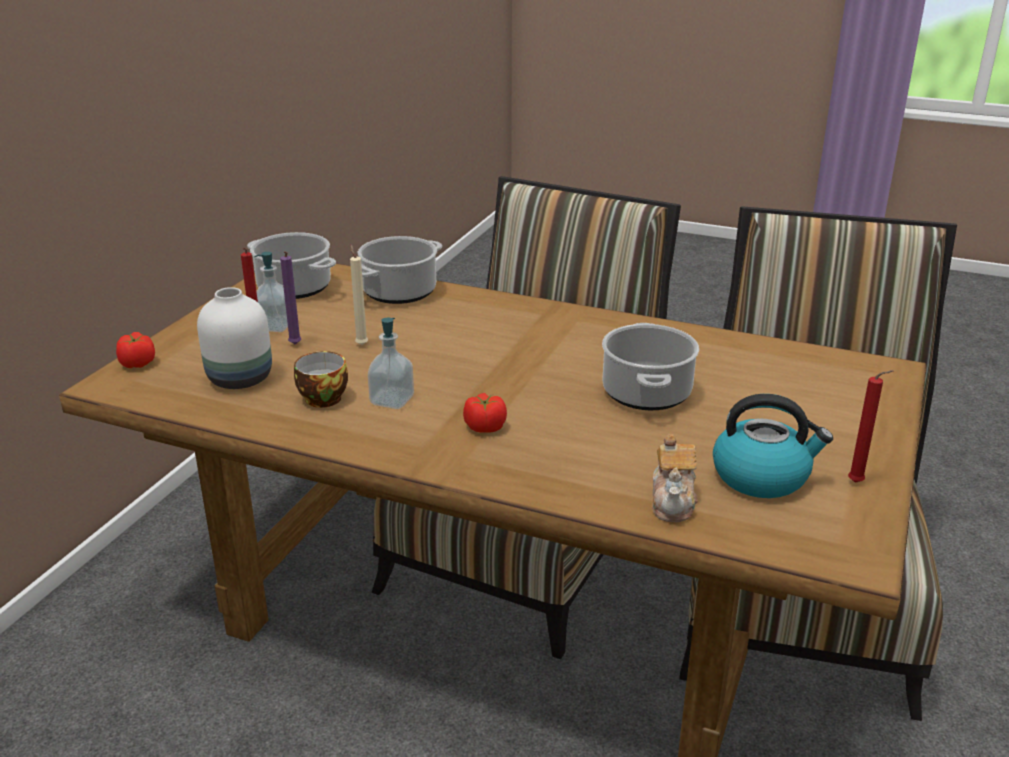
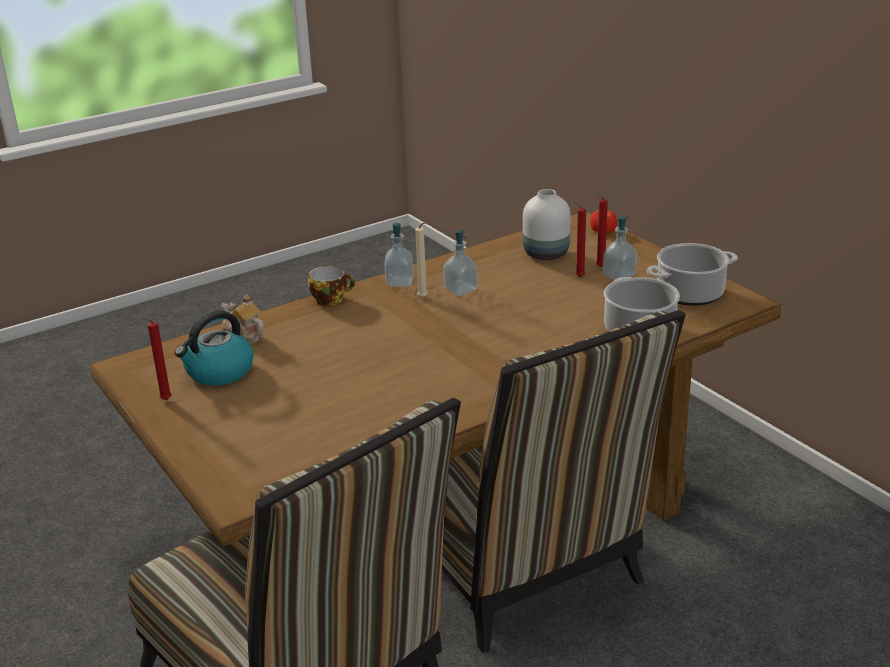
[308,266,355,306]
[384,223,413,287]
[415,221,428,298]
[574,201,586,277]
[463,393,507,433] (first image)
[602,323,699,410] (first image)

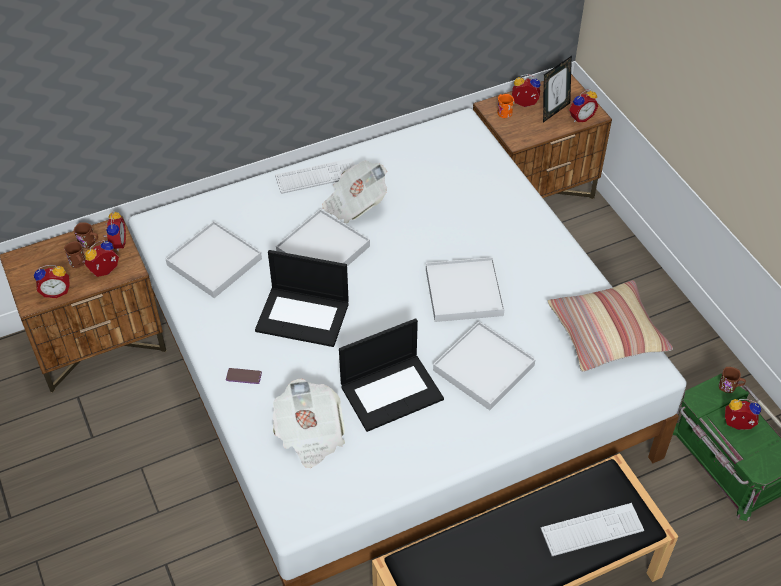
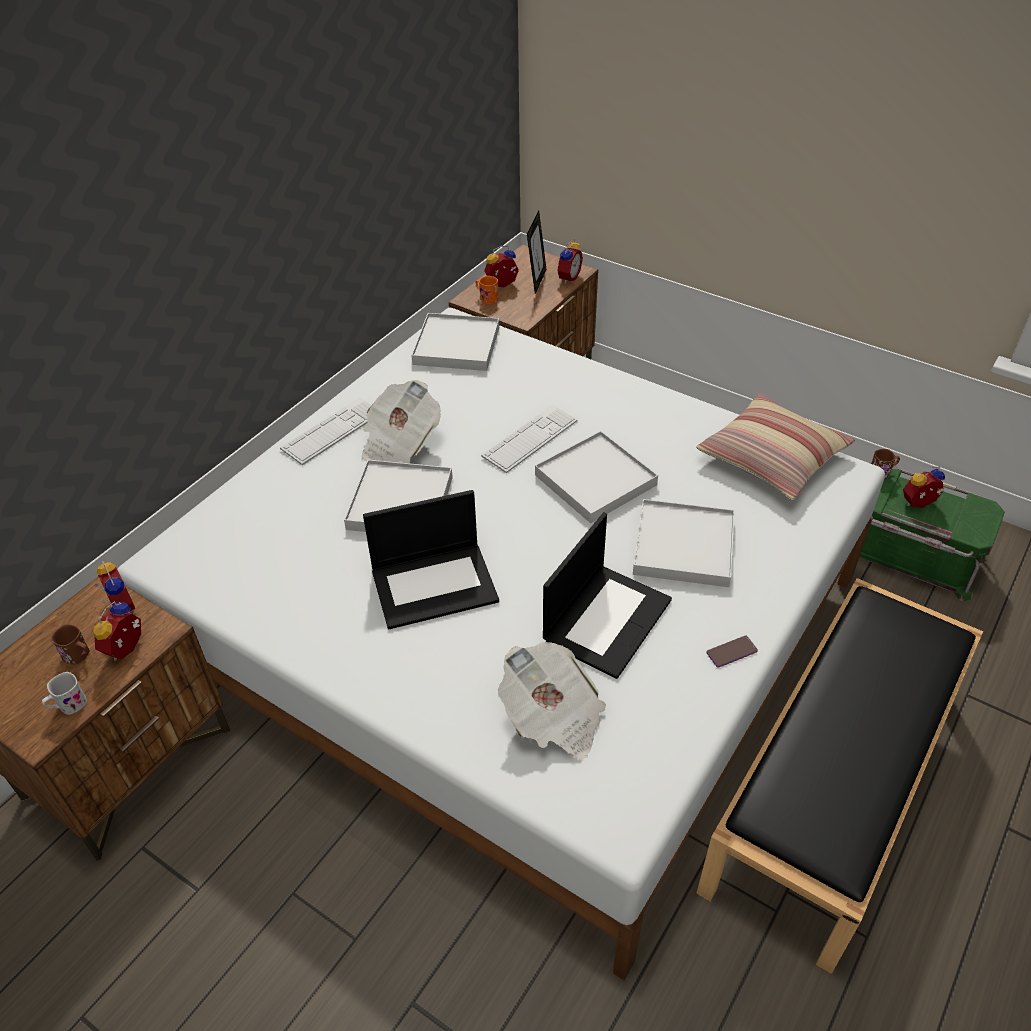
[42,672,87,715]
[411,313,499,371]
[481,404,578,473]
[706,636,758,668]
[74,222,98,248] (first image)

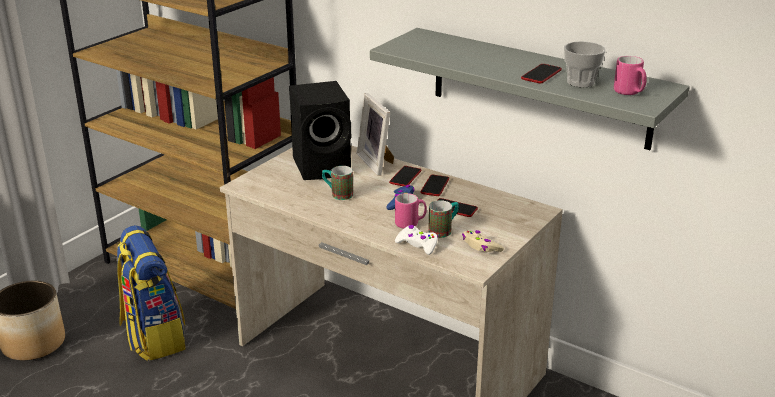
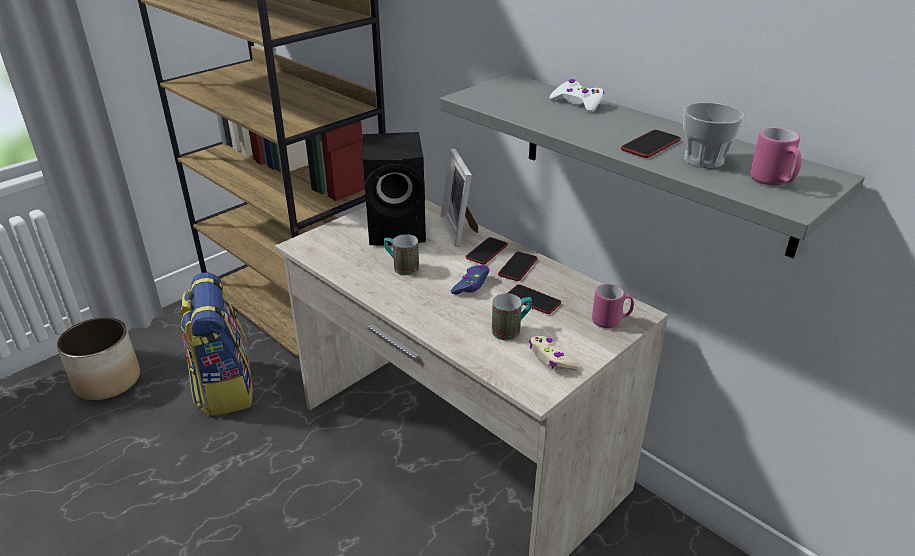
[550,79,604,112]
[592,284,634,328]

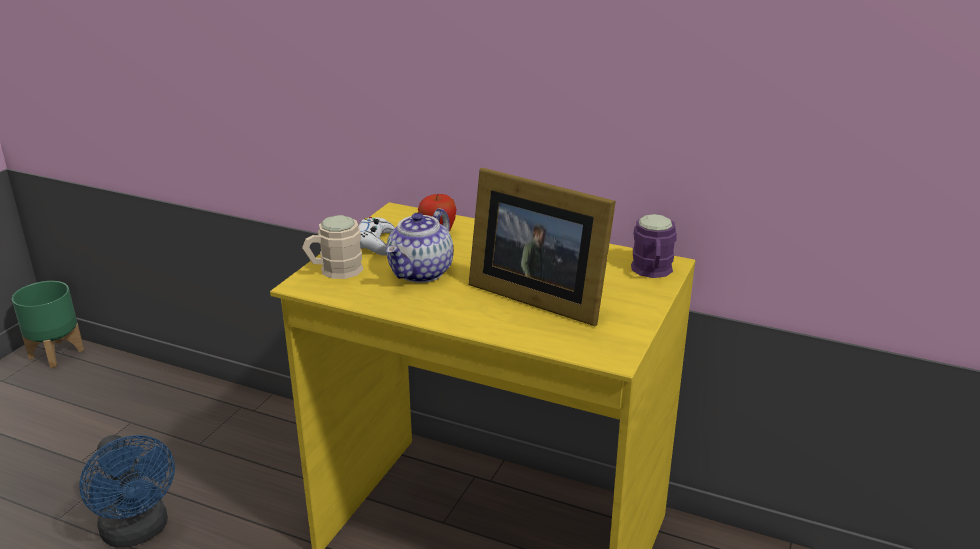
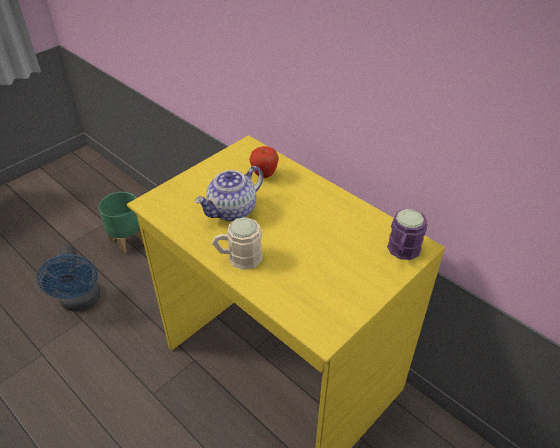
[98,192,144,254]
[212,217,263,270]
[359,217,395,255] (first image)
[469,168,616,326] (first image)

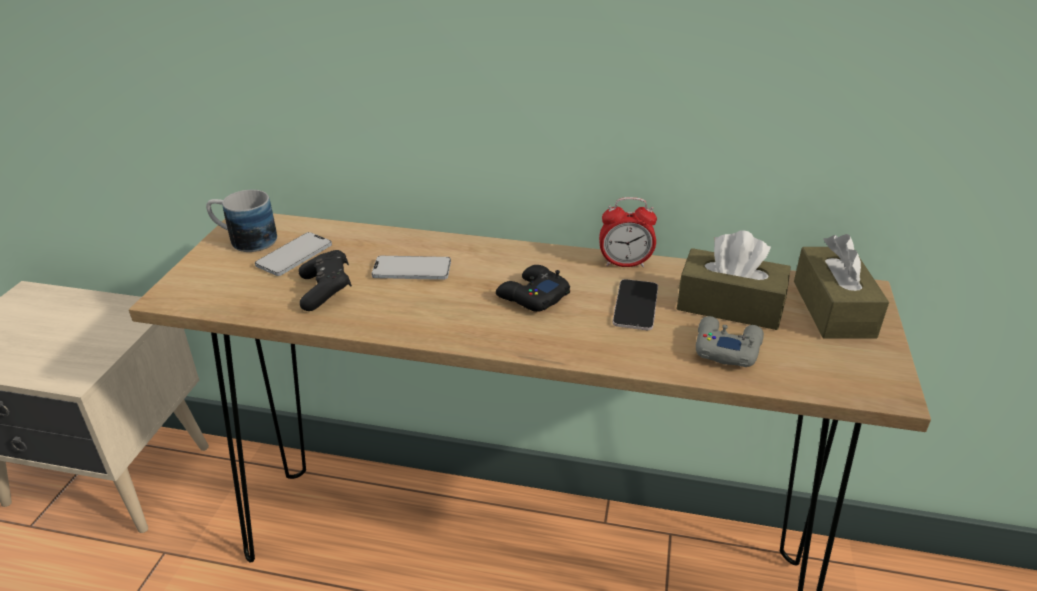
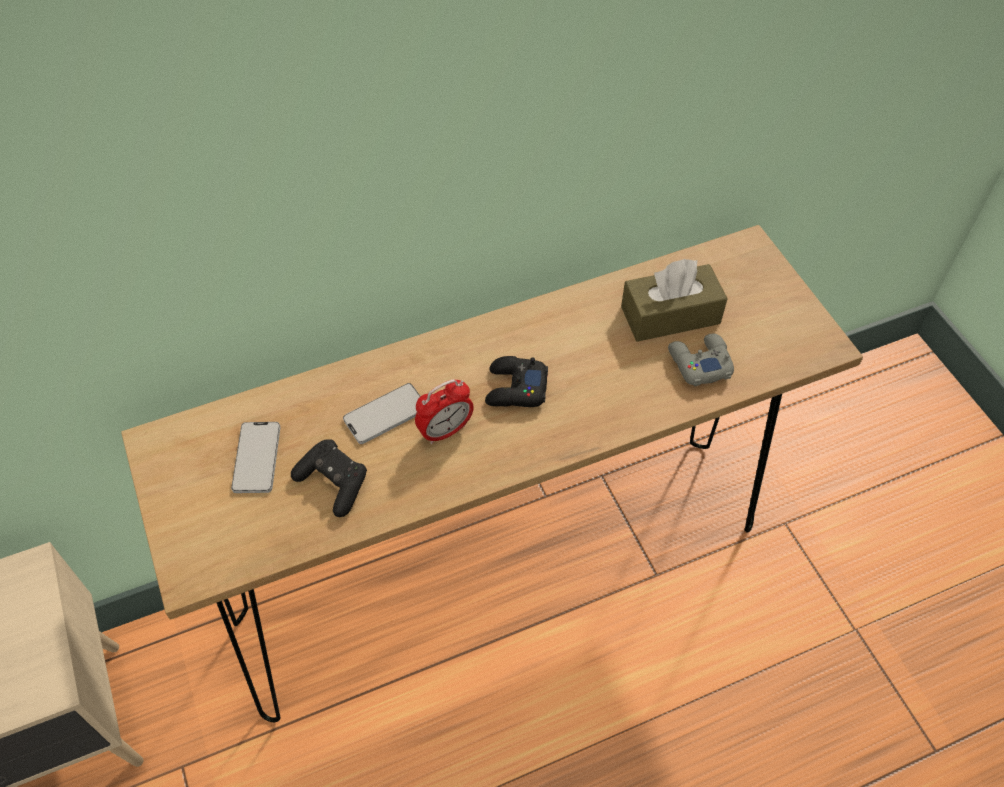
[415,379,474,444]
[206,190,277,252] (first image)
[612,279,658,330] (first image)
[794,234,889,339] (first image)

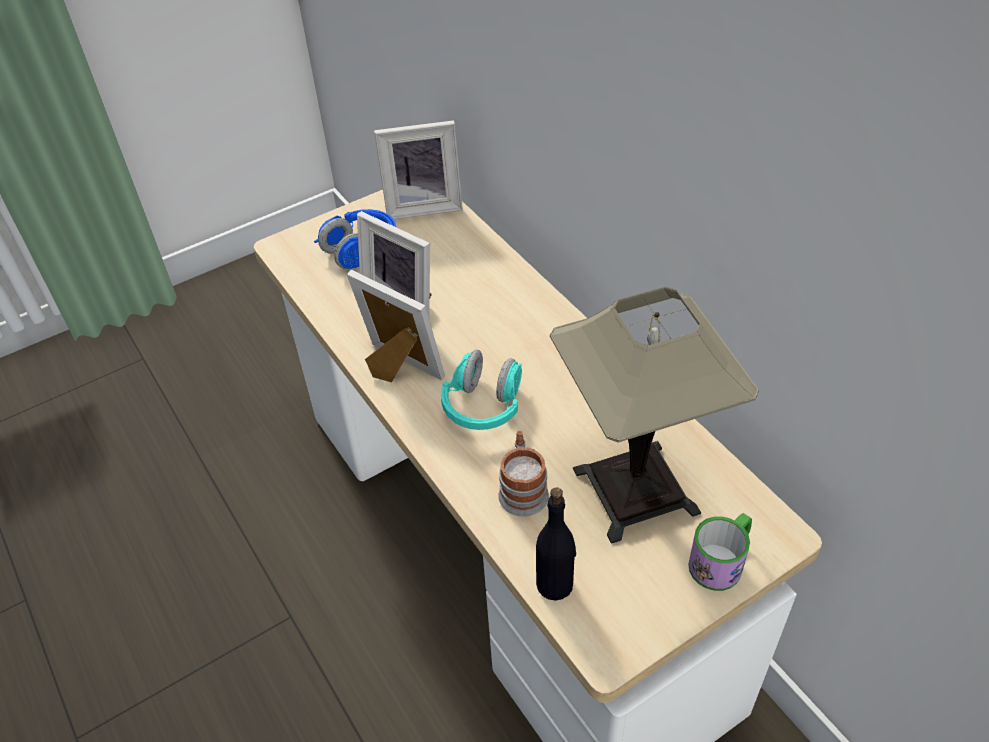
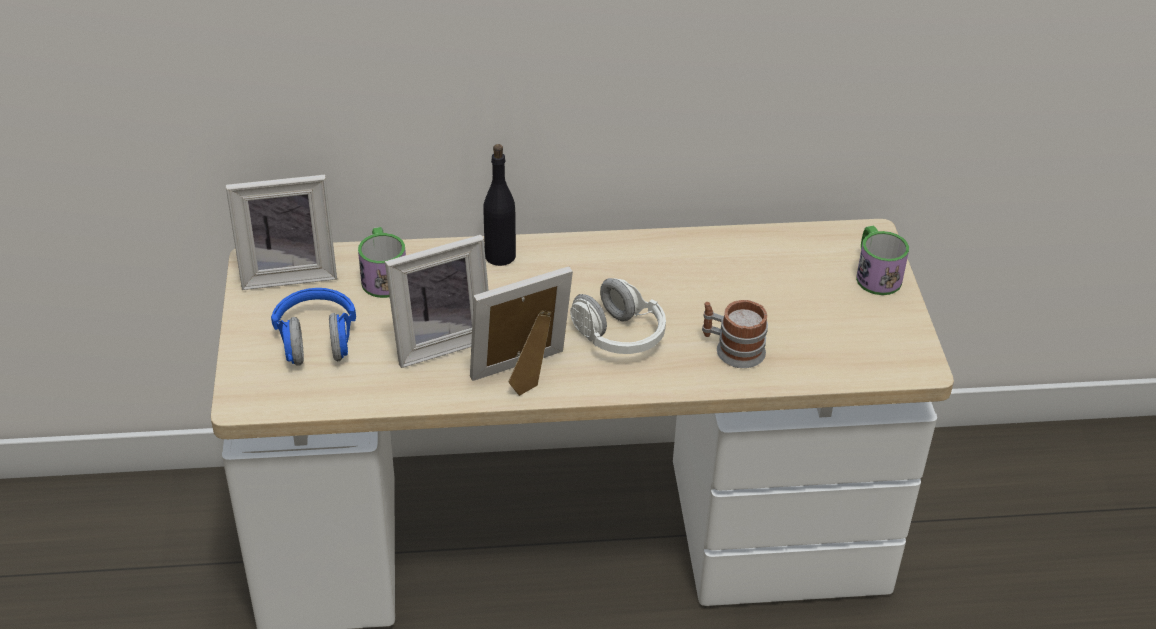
[226,175,337,290]
[358,227,406,298]
[483,144,516,266]
[570,278,666,354]
[550,287,759,544] (first image)

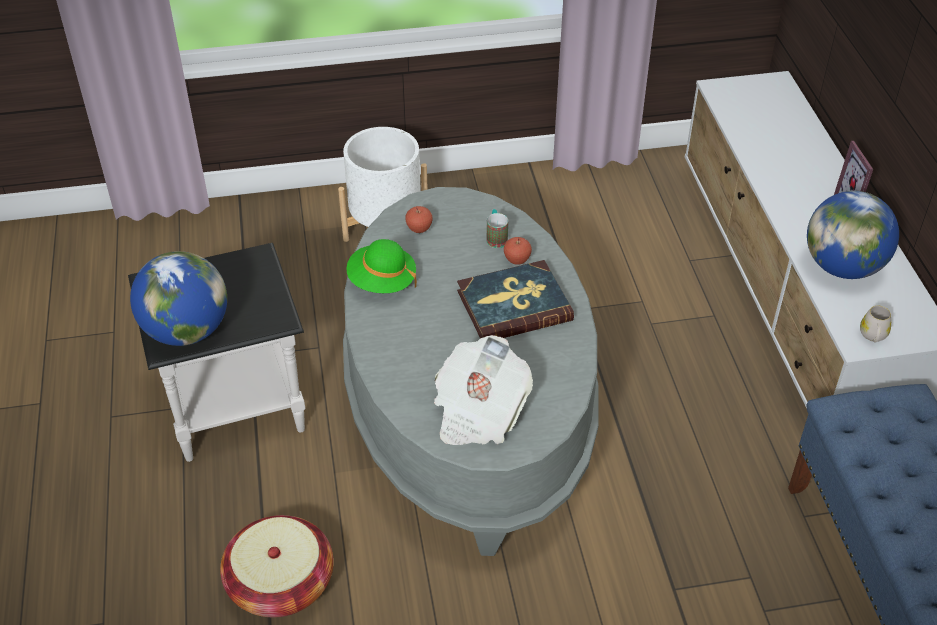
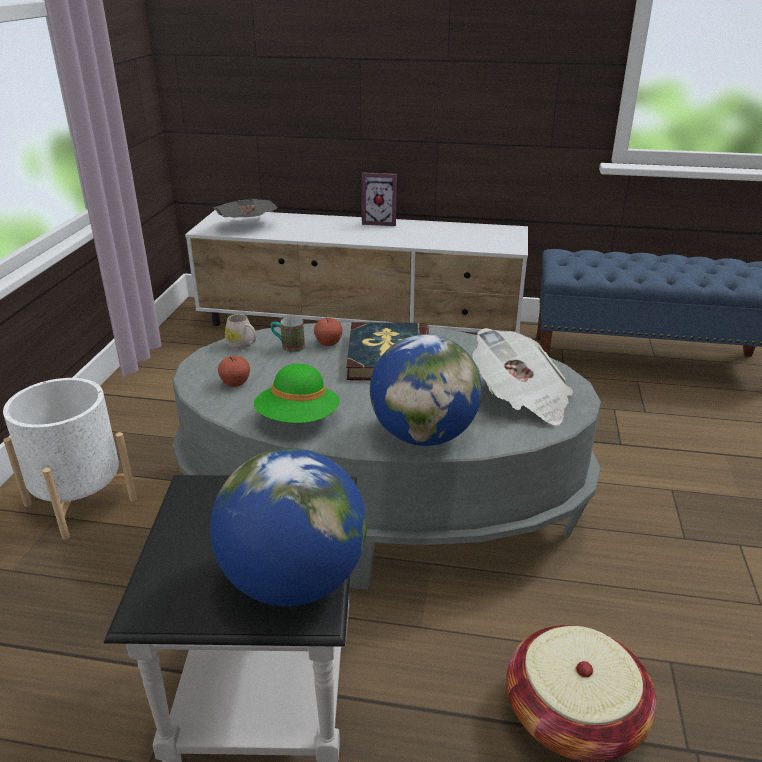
[213,199,278,218]
[225,314,256,349]
[370,334,482,446]

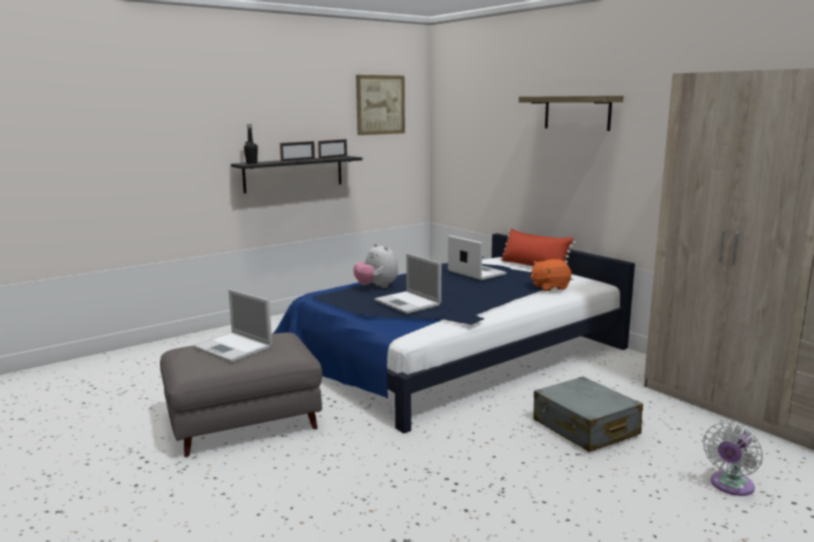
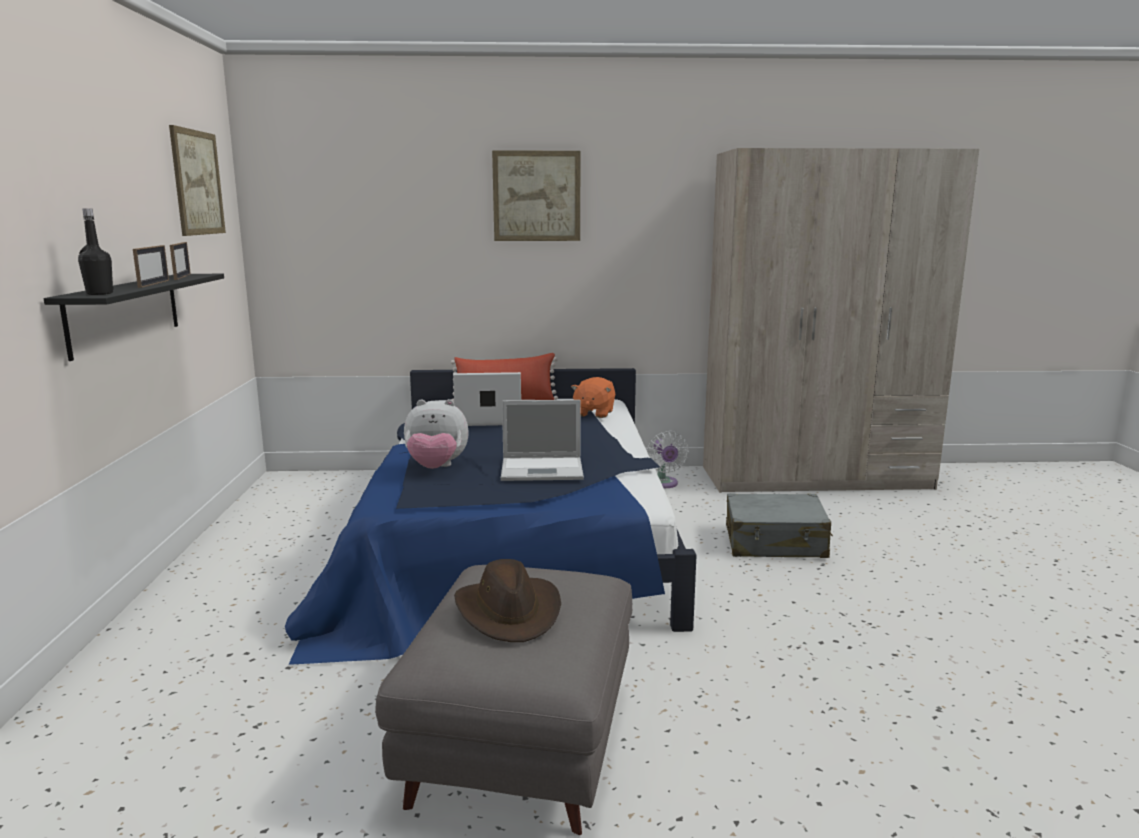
[454,559,561,642]
[492,150,580,241]
[647,431,689,488]

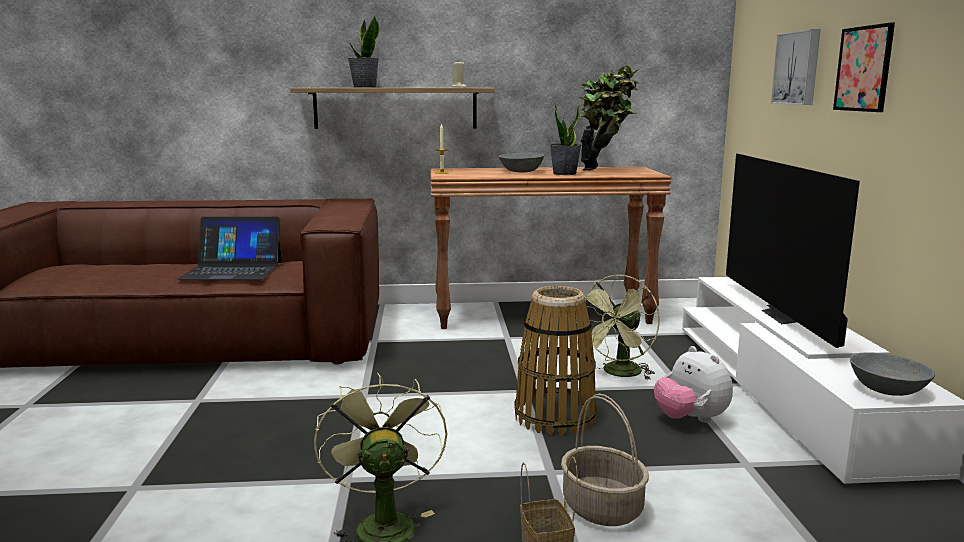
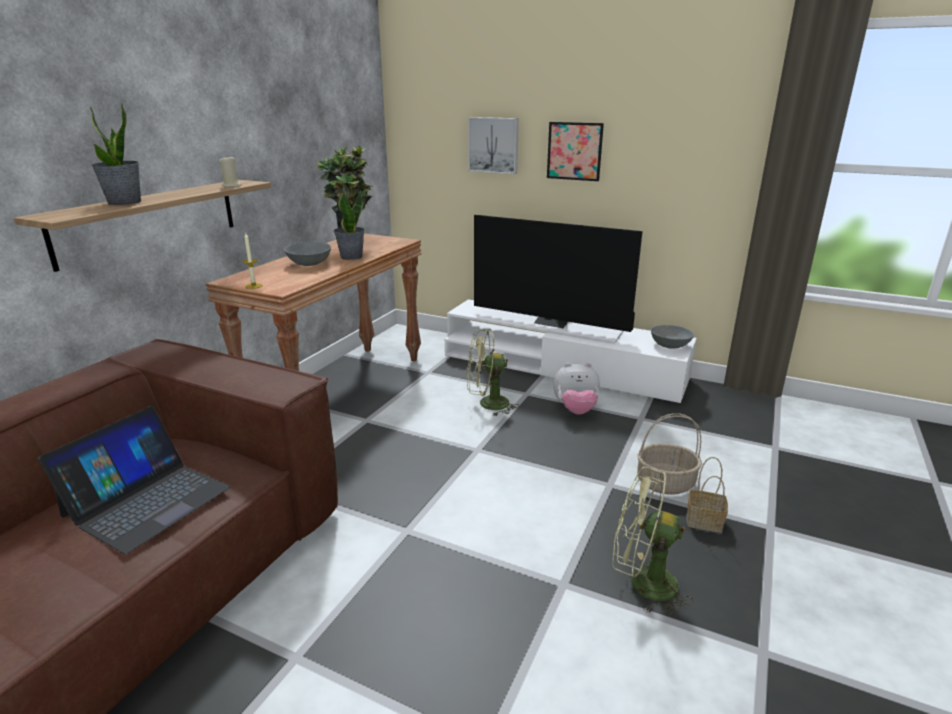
[466,328,519,416]
[514,286,597,435] (first image)

